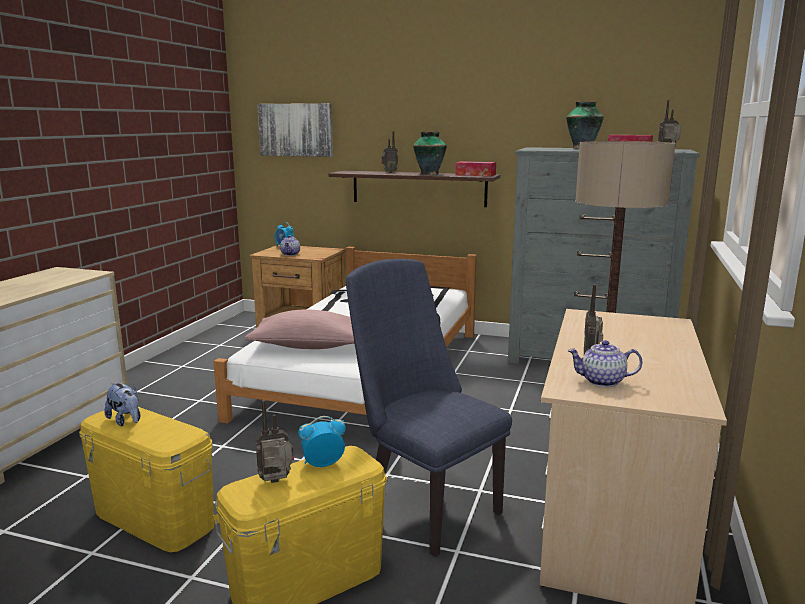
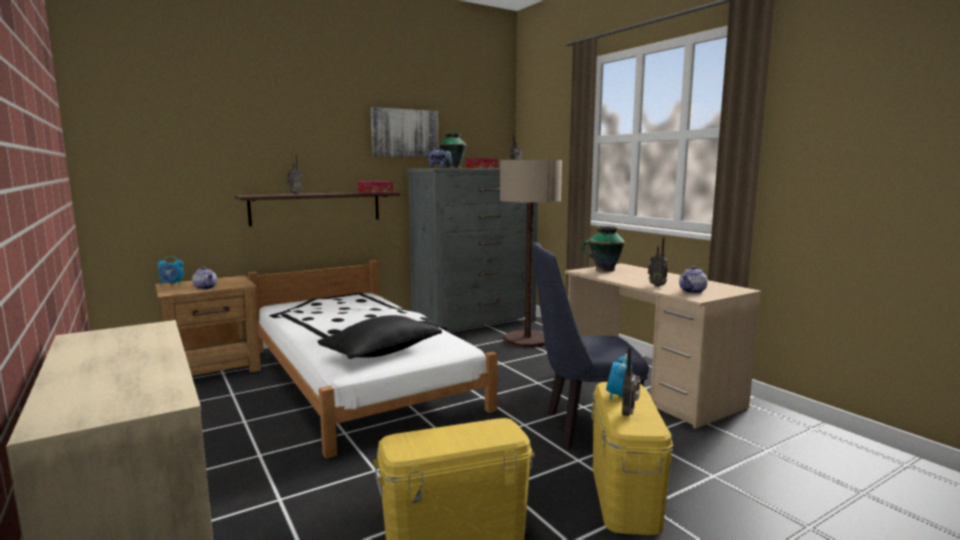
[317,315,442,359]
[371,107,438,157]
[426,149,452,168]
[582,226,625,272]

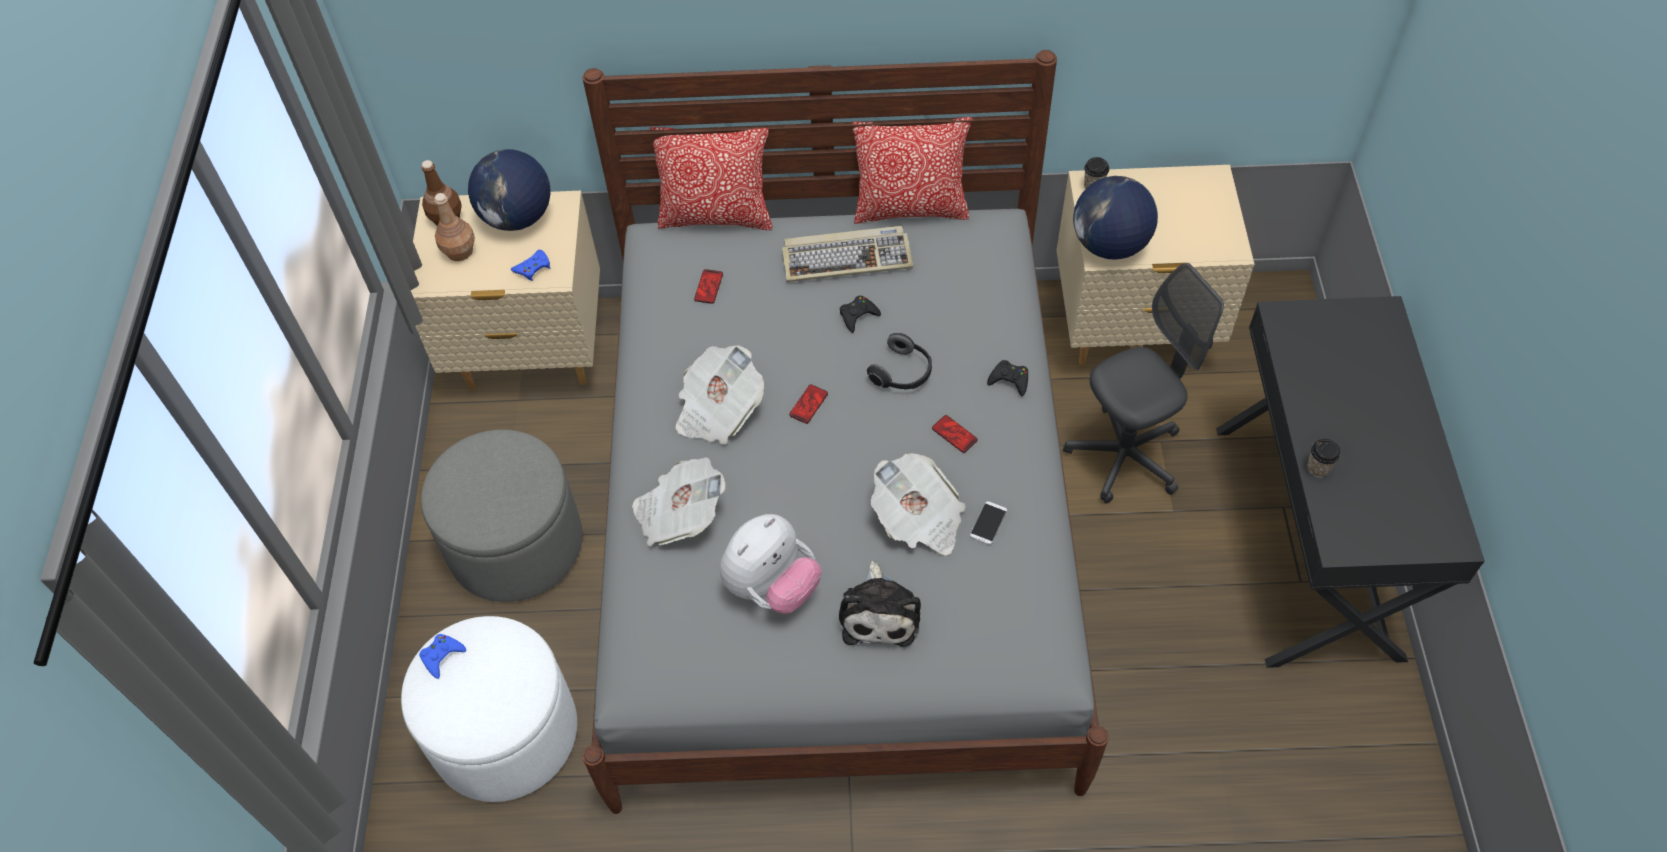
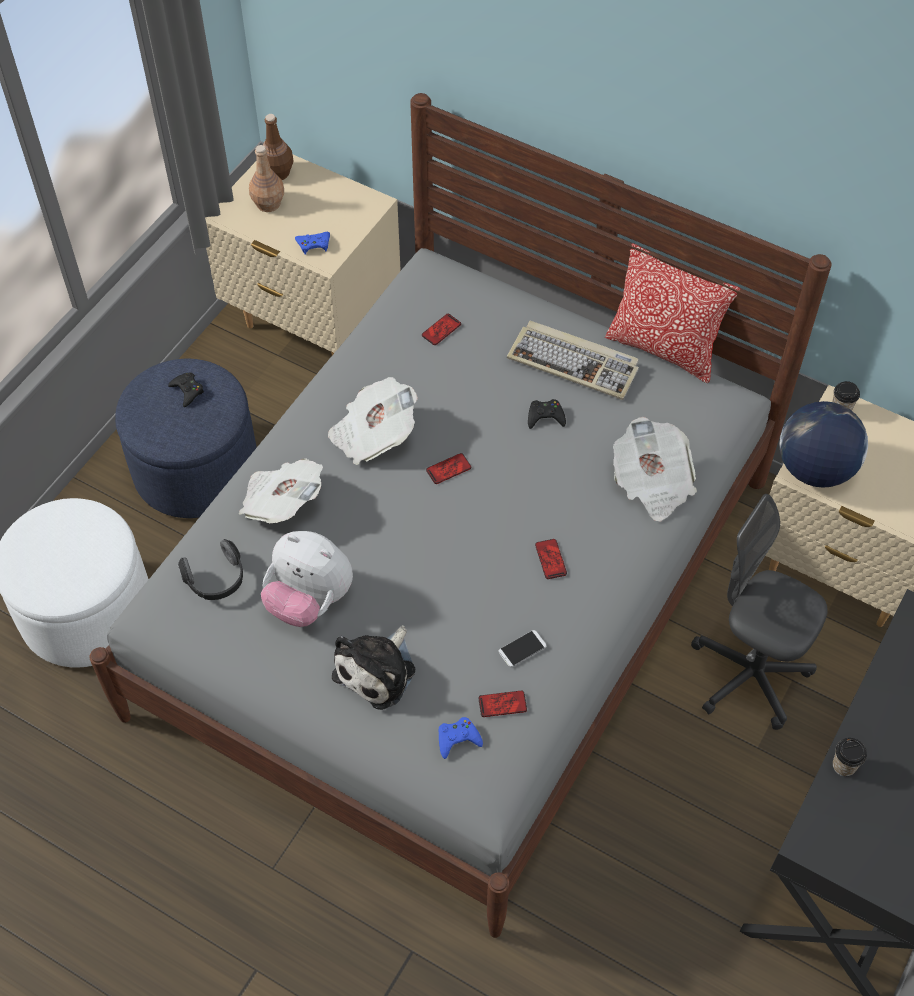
[115,359,257,518]
[168,372,204,407]
[178,539,243,600]
[261,531,353,627]
[439,717,483,759]
[478,691,527,717]
[613,417,697,522]
[691,494,828,730]
[468,149,550,231] (first image)
[649,127,772,230] (first image)

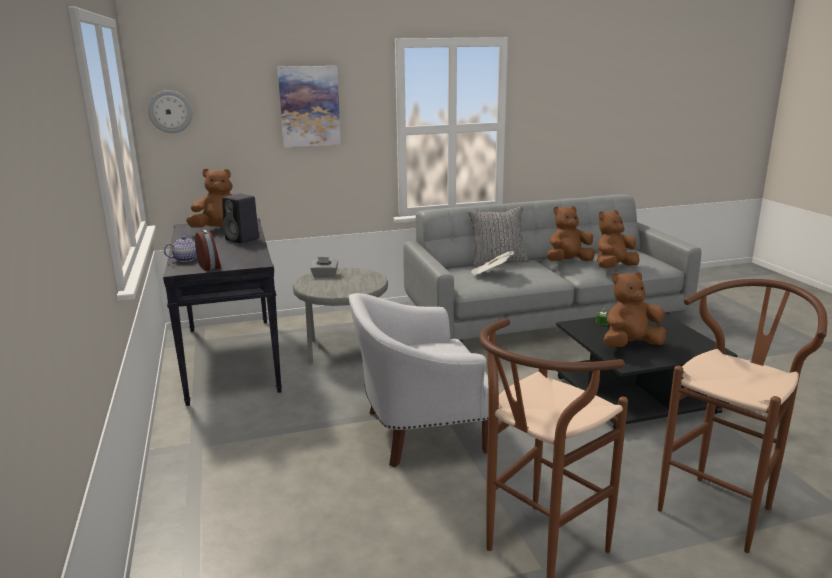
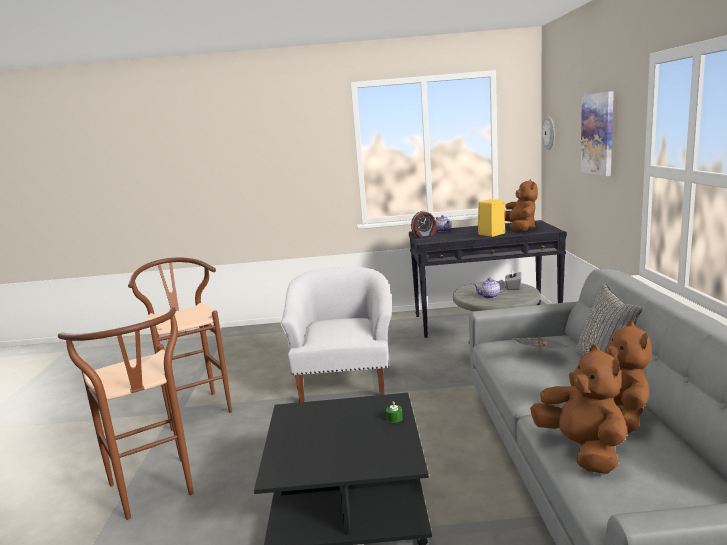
[473,278,506,299]
[478,199,505,237]
[604,272,666,347] (first image)

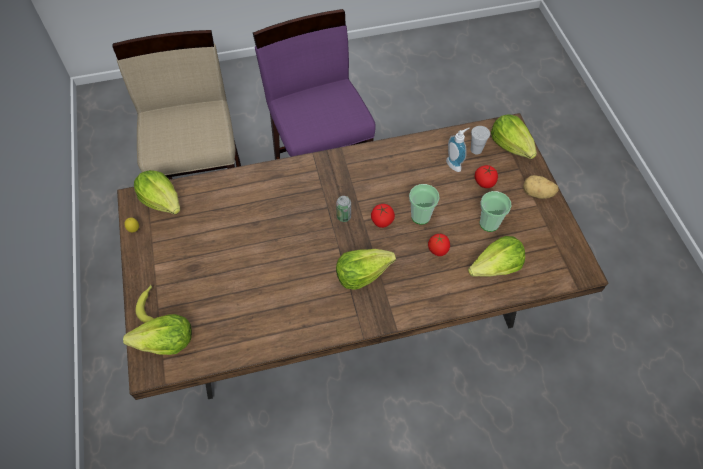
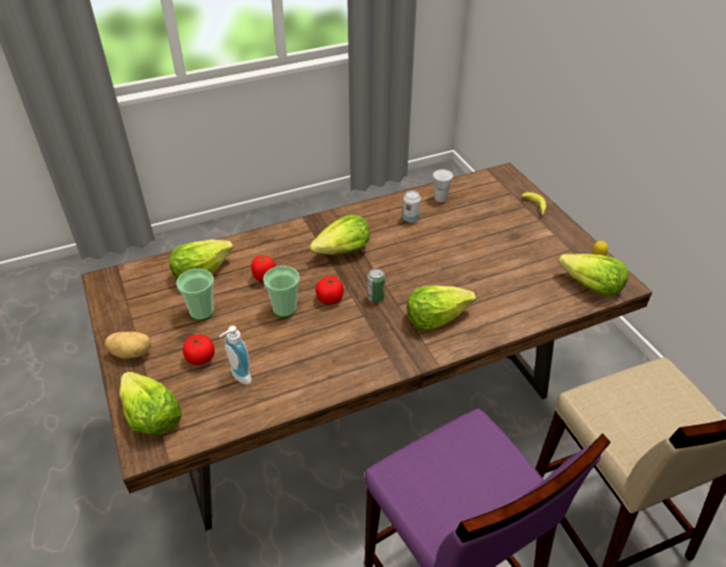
[402,191,421,222]
[407,285,476,331]
[433,169,453,202]

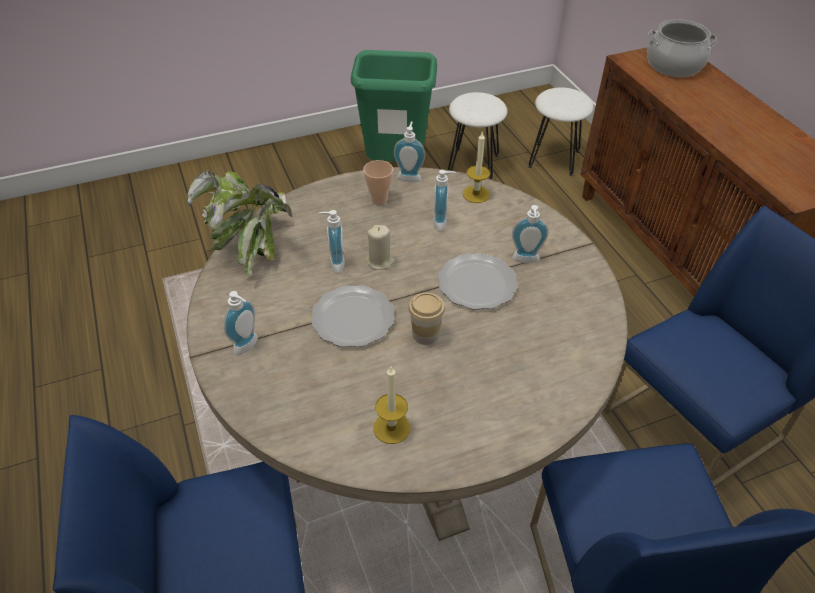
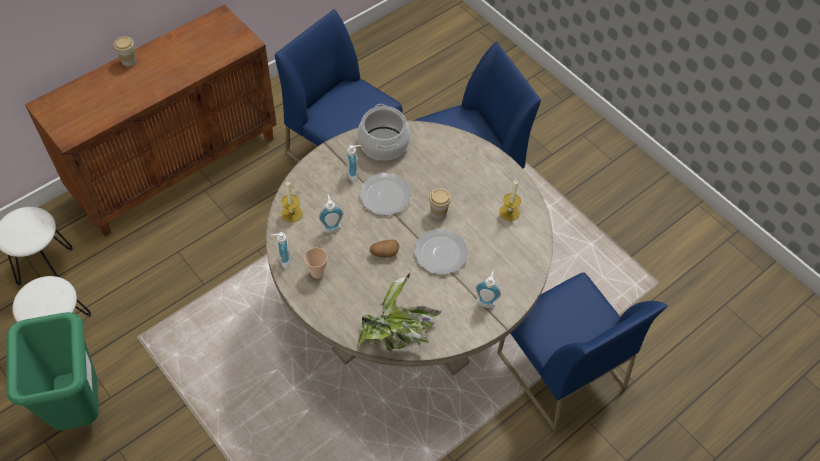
[114,36,137,66]
[357,104,410,161]
[370,239,399,258]
[318,210,345,273] (first image)

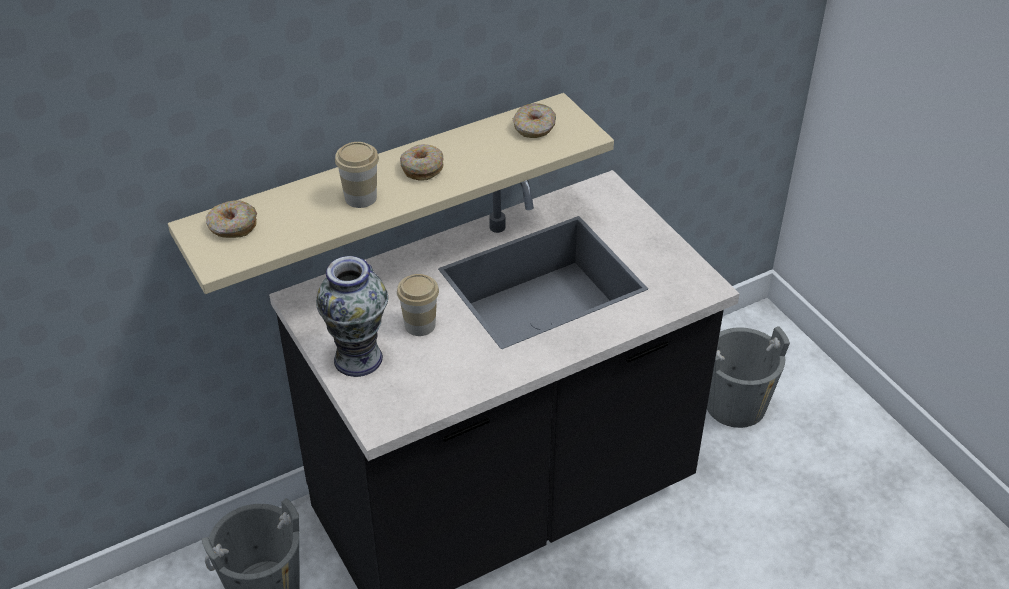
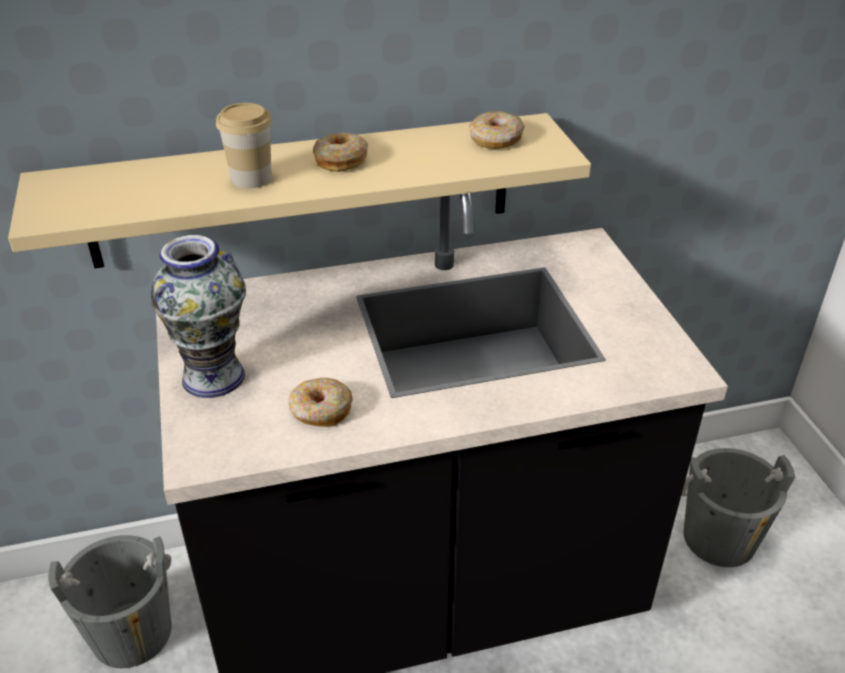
[288,378,353,427]
[397,274,439,336] (first image)

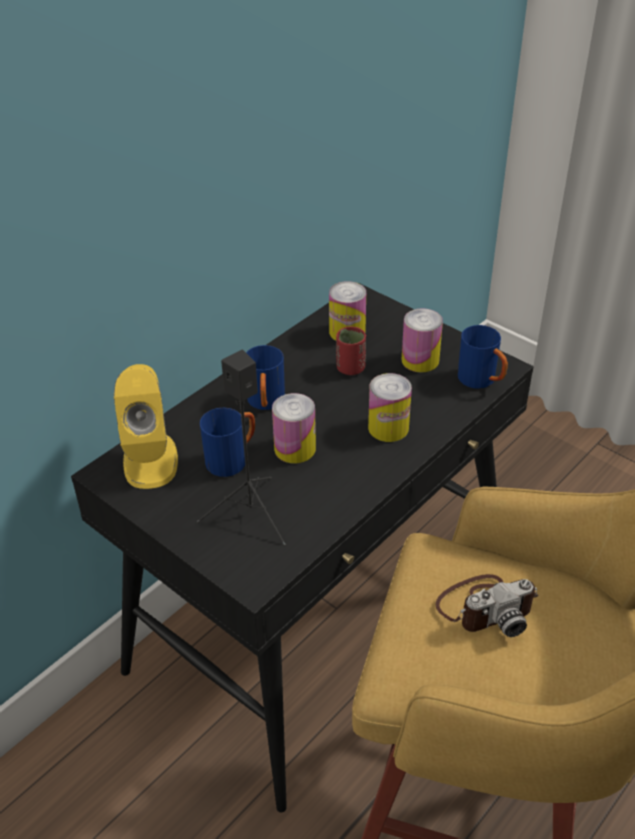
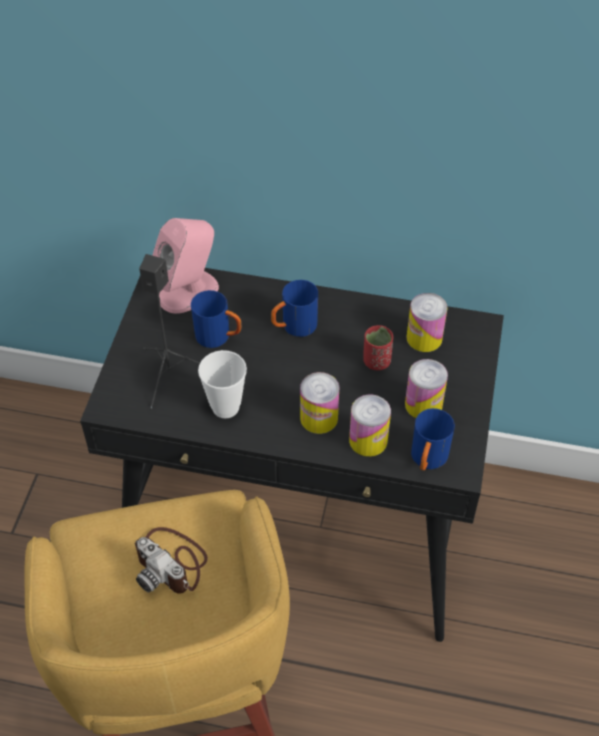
[152,218,219,314]
[198,350,247,418]
[349,395,391,457]

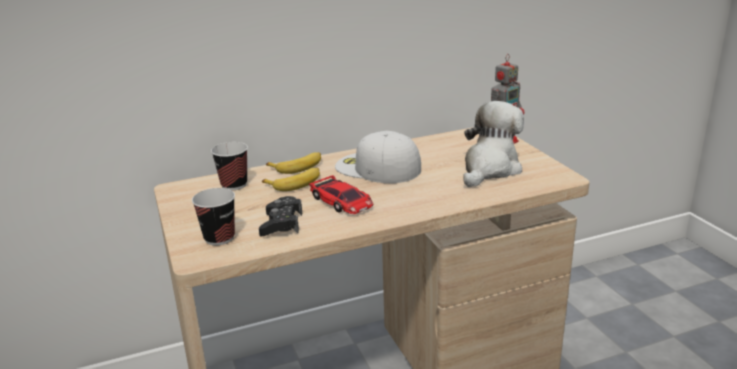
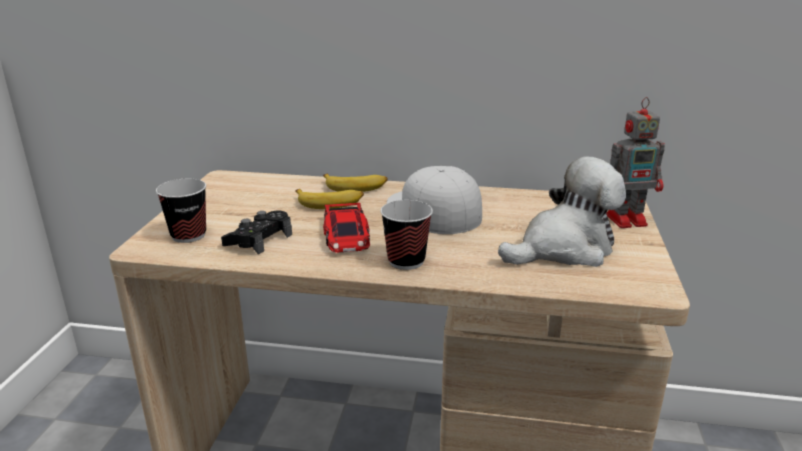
[381,200,433,270]

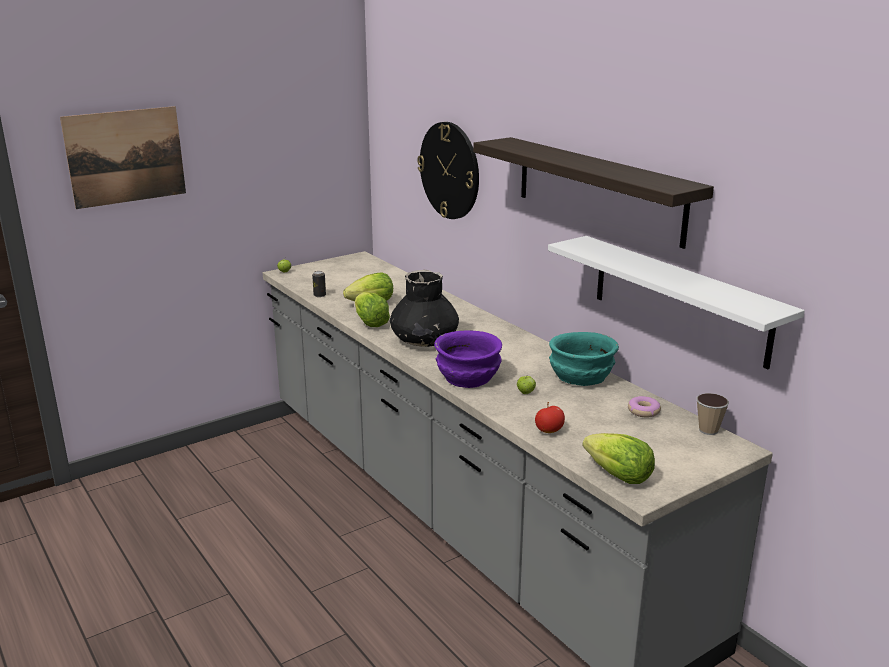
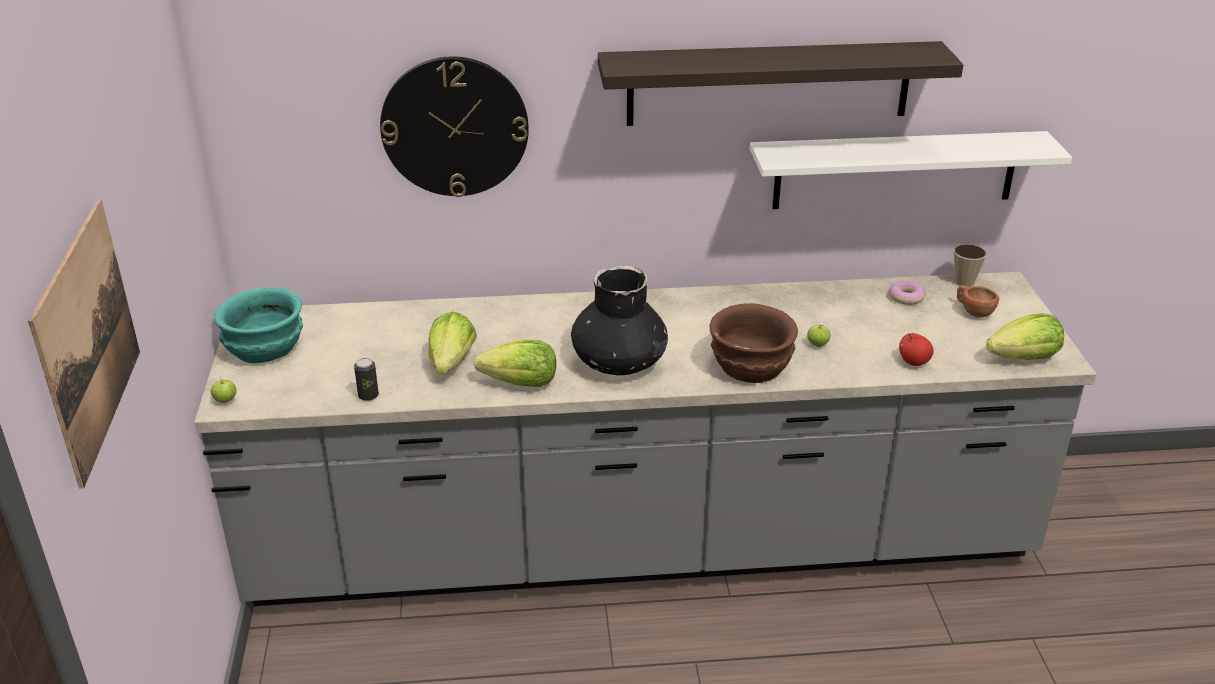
[214,287,303,363]
[710,303,798,383]
[957,285,999,318]

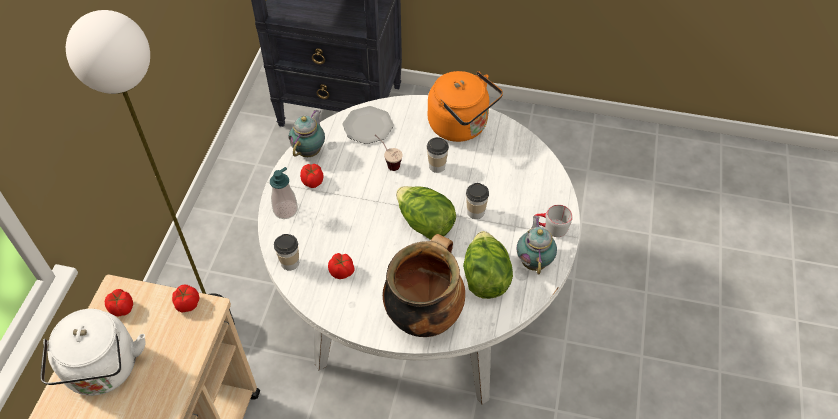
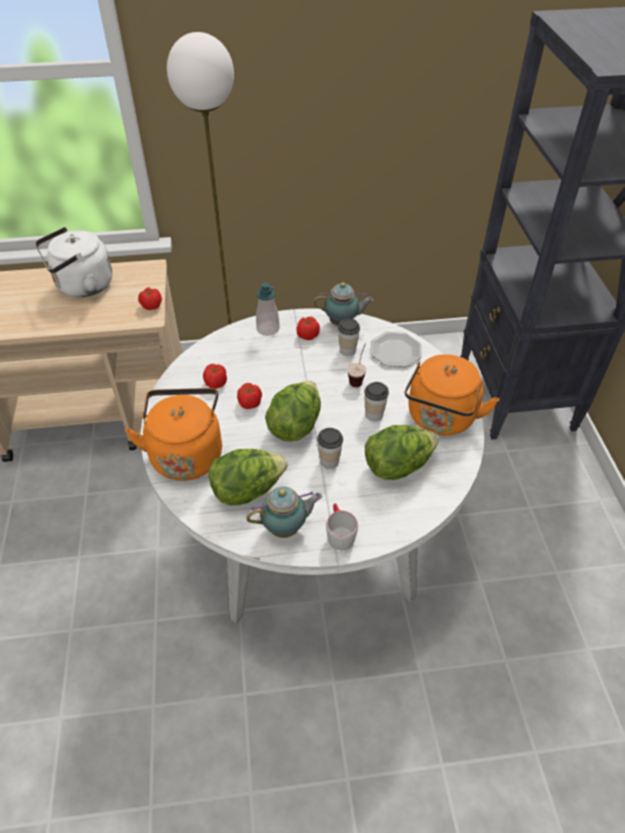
[125,388,222,481]
[237,383,262,409]
[338,319,360,356]
[365,425,439,480]

